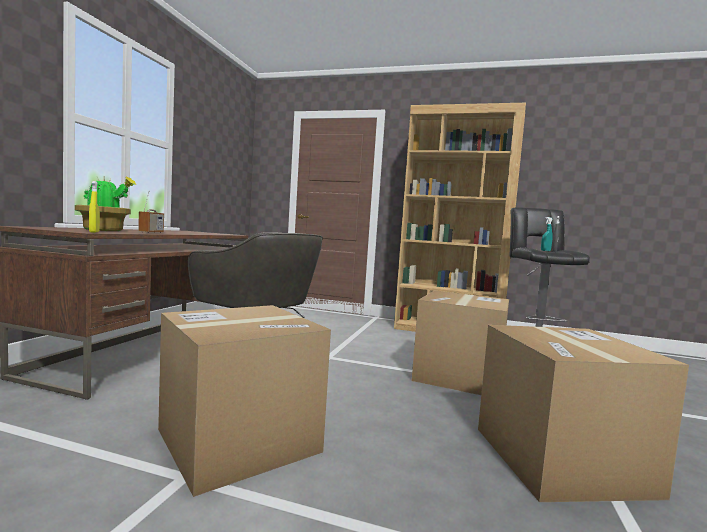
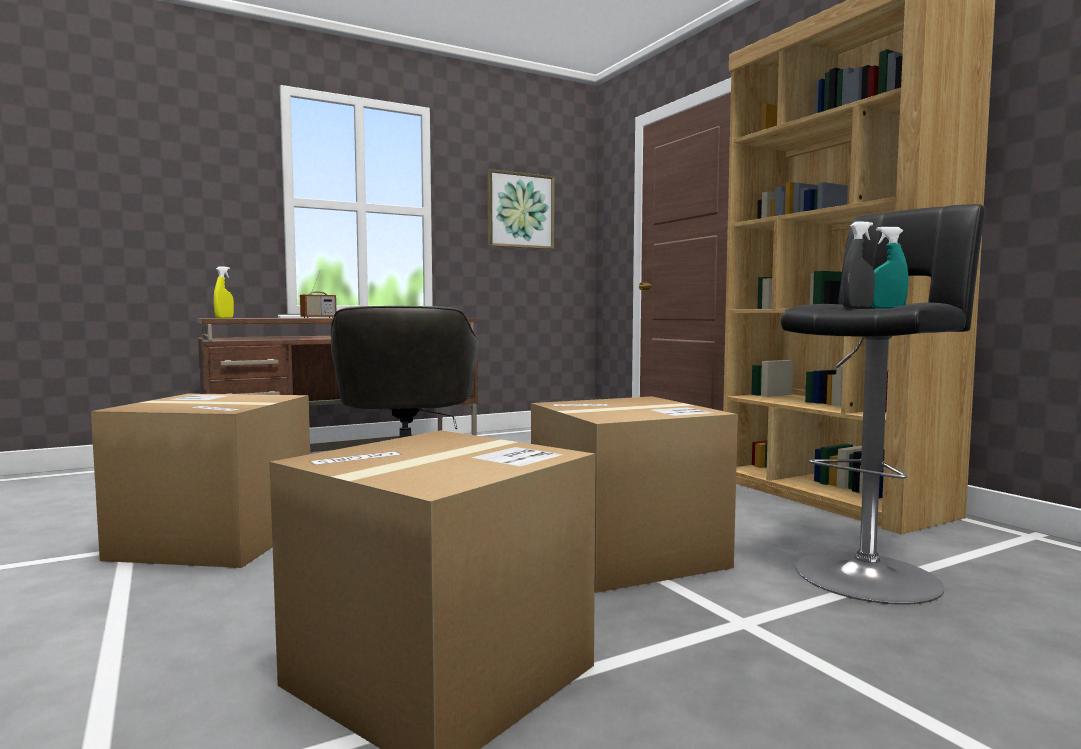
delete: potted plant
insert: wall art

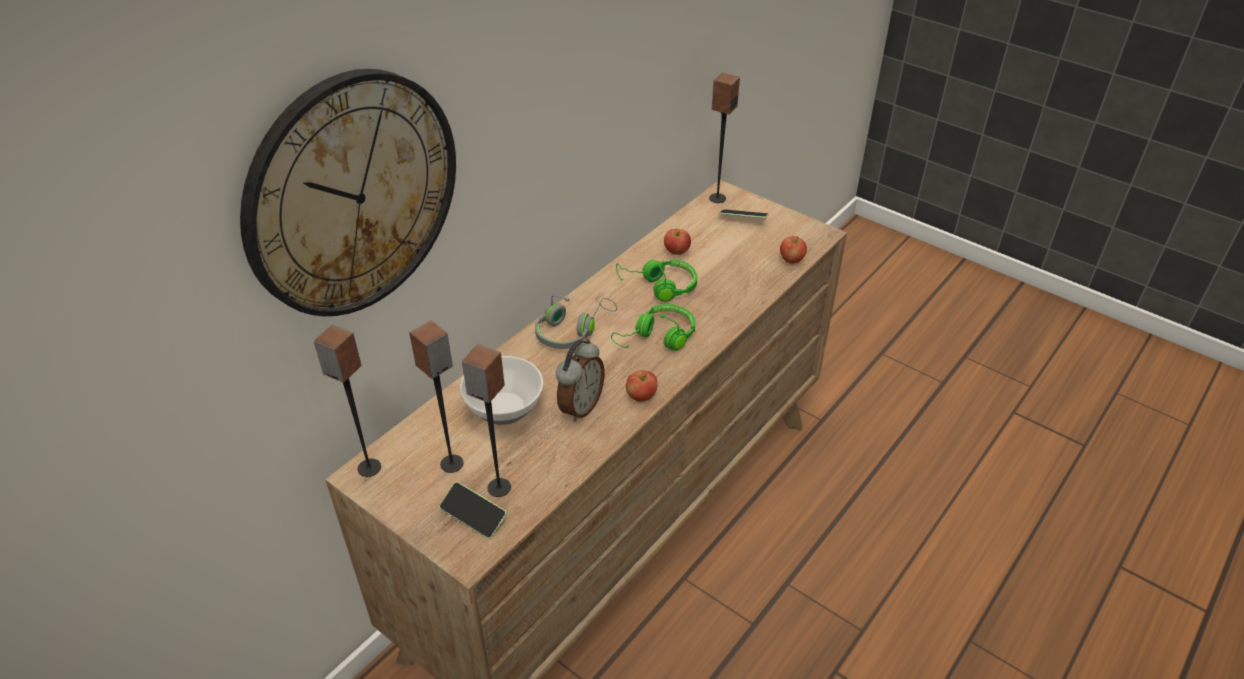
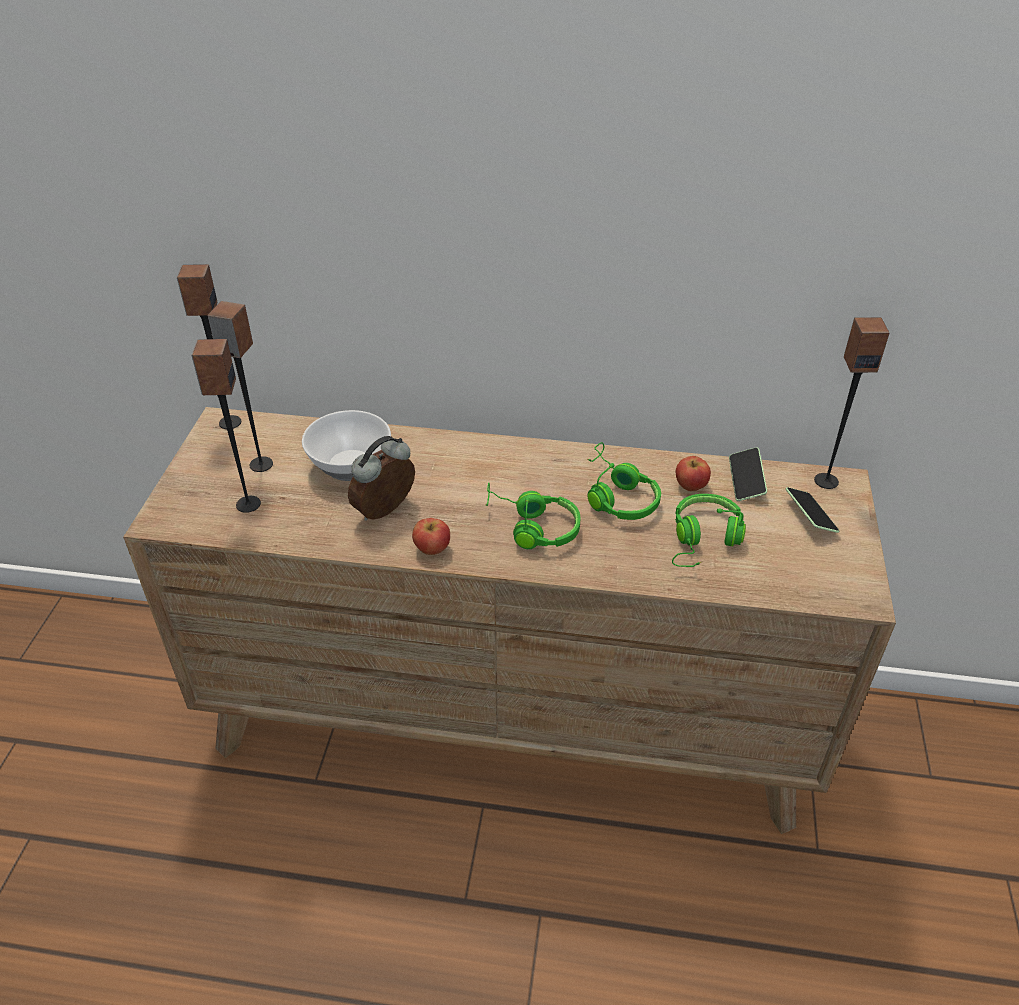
delete: clock on the wall; headphones in grey; whole apple (3rd from left)
insert: headphones in greenish (3rd from left)
move: telephone (1st from left)
rotate: table clock 135 degrees clockwise

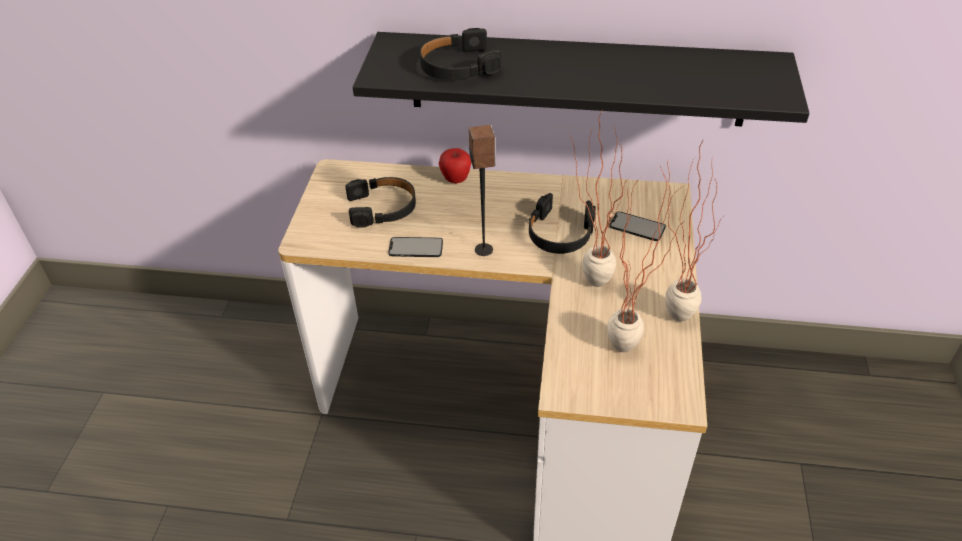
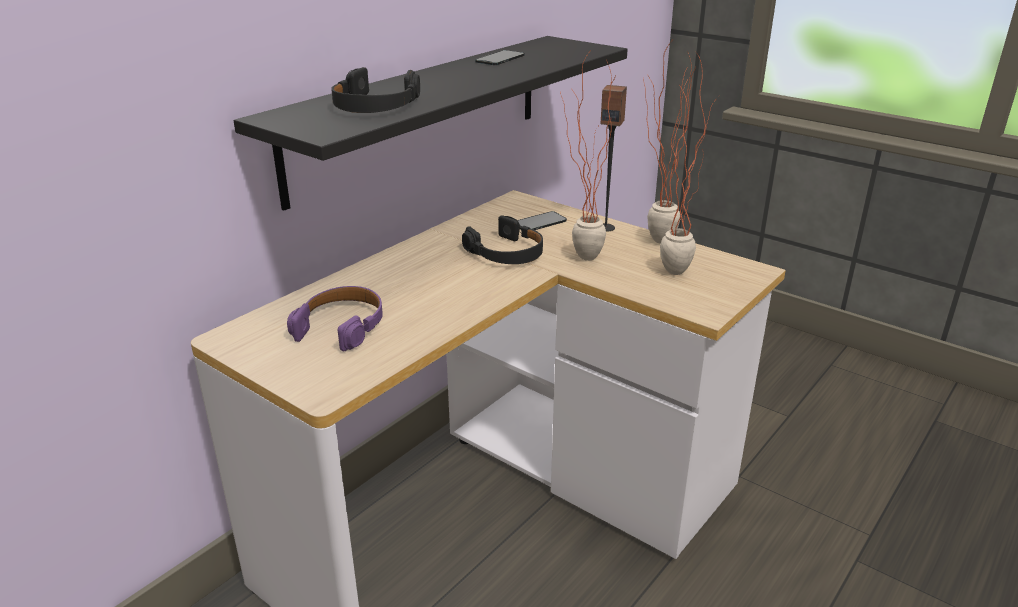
delete: whole apple
move: telephone (1st from left); loudspeaker
recolor: headphones in blackish (1st from left) to headphones in purple-coloured

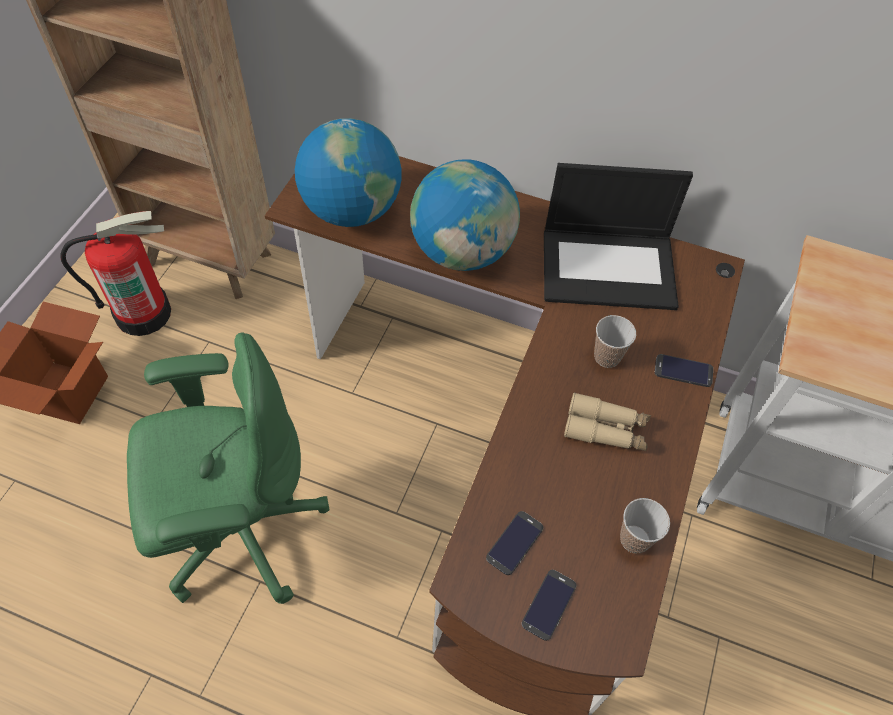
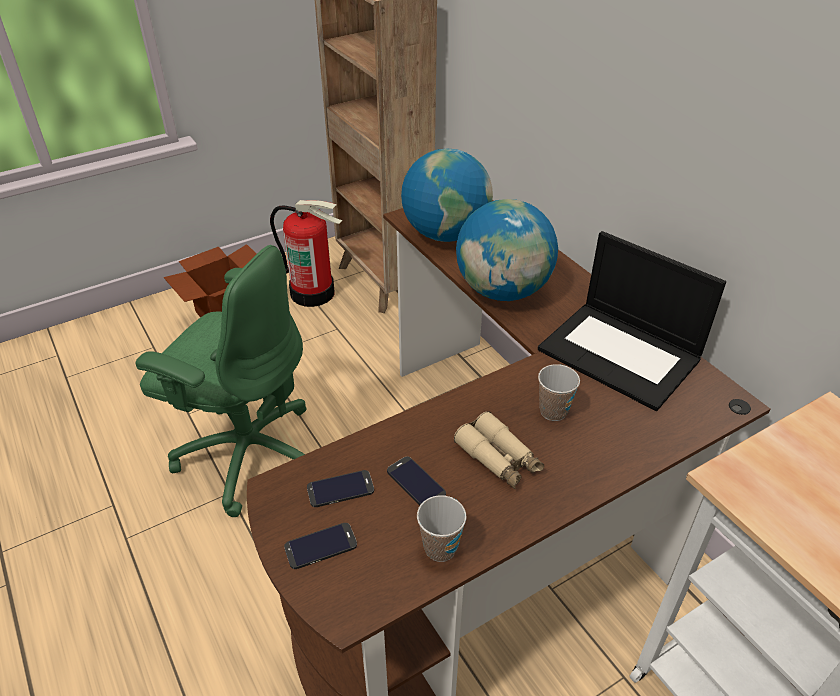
move: telephone (3rd from left)

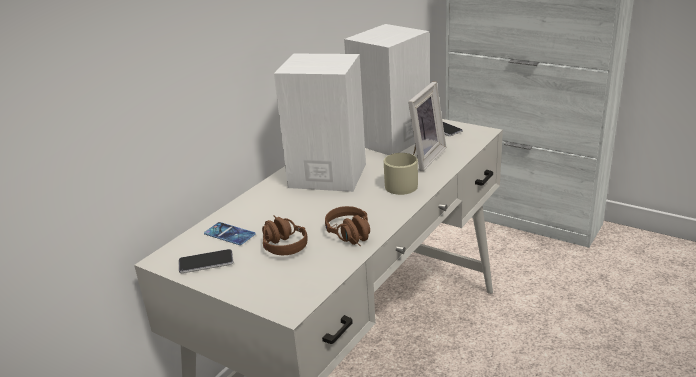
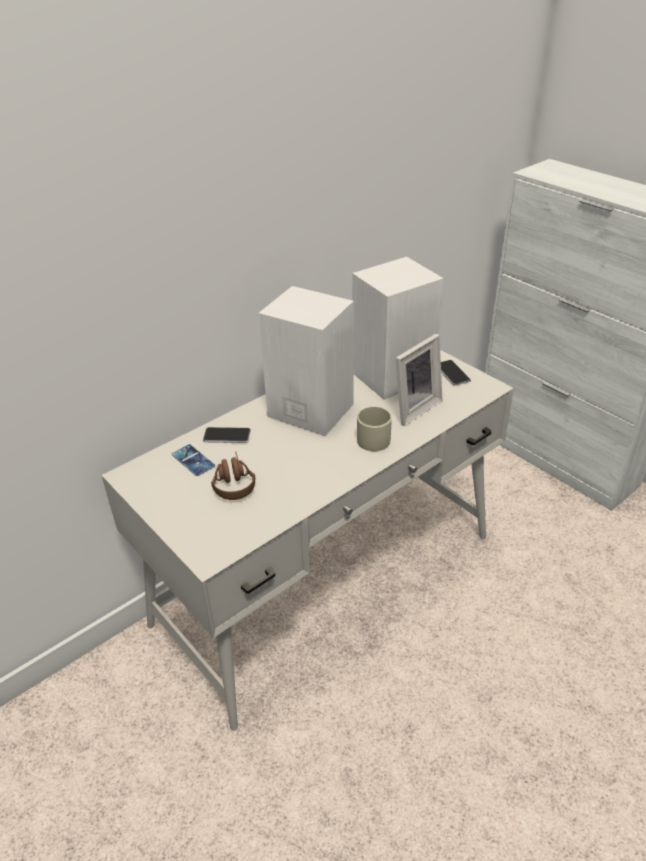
delete: headphones in brown-coloured (2nd from left)
move: telephone (1st from left in the first image) to telephone (2nd from left)

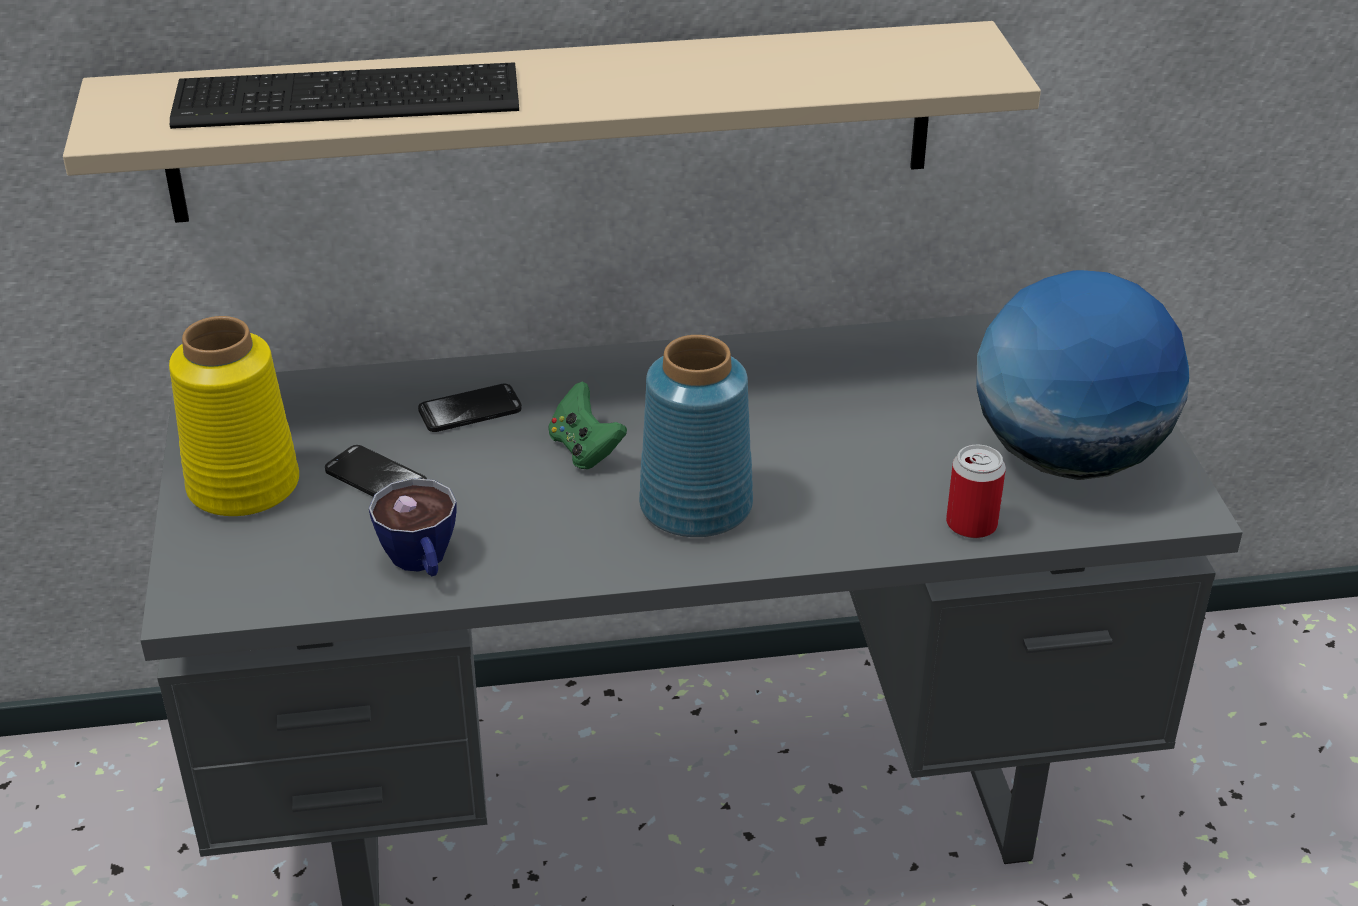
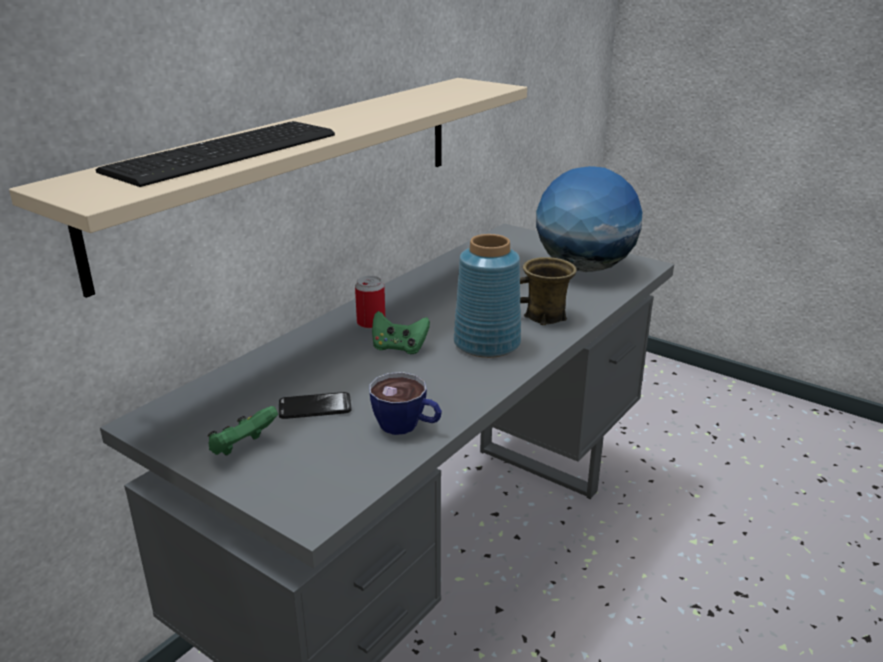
delete: telephone (2nd from left)
insert: coffee mug in brown-coloured
move: metal can
replace: decorative vase in yellow to game controller in greenish (1st from left)

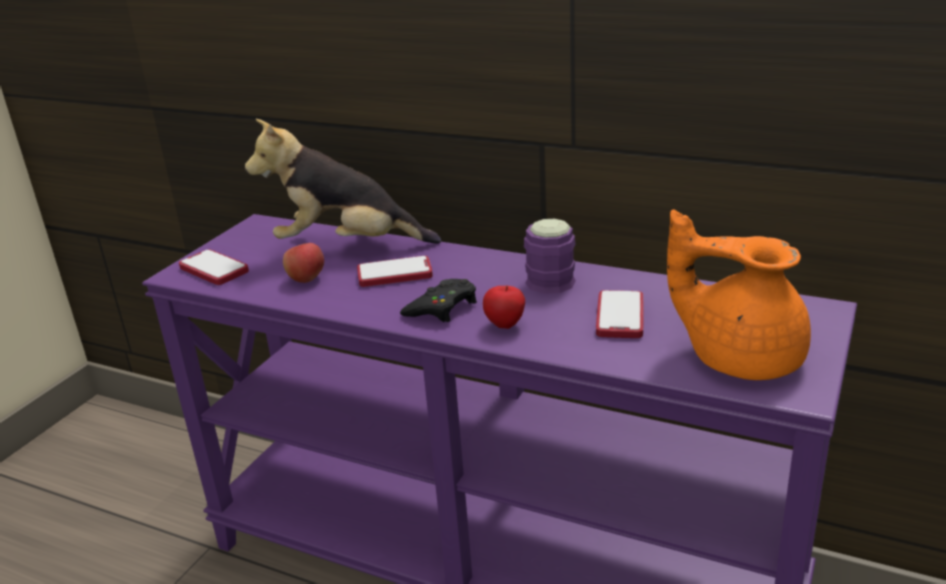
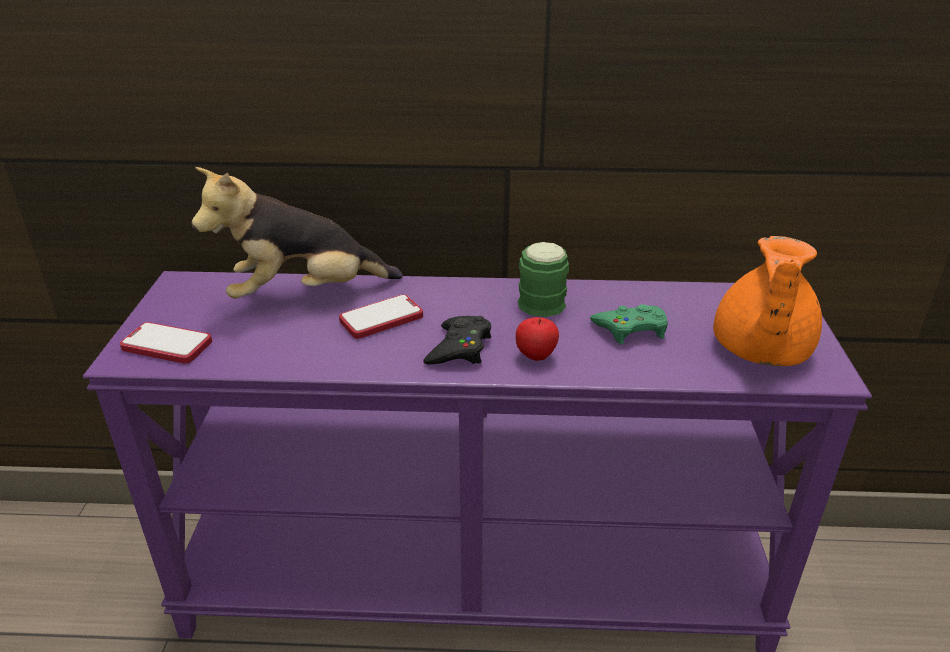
delete: whole apple (1st from left)
replace: telephone (3rd from left) to game controller in greenish
recolor: coffee mug in purple-coloured to coffee mug in greenish
rotate: tea pot in orangey 75 degrees counterclockwise

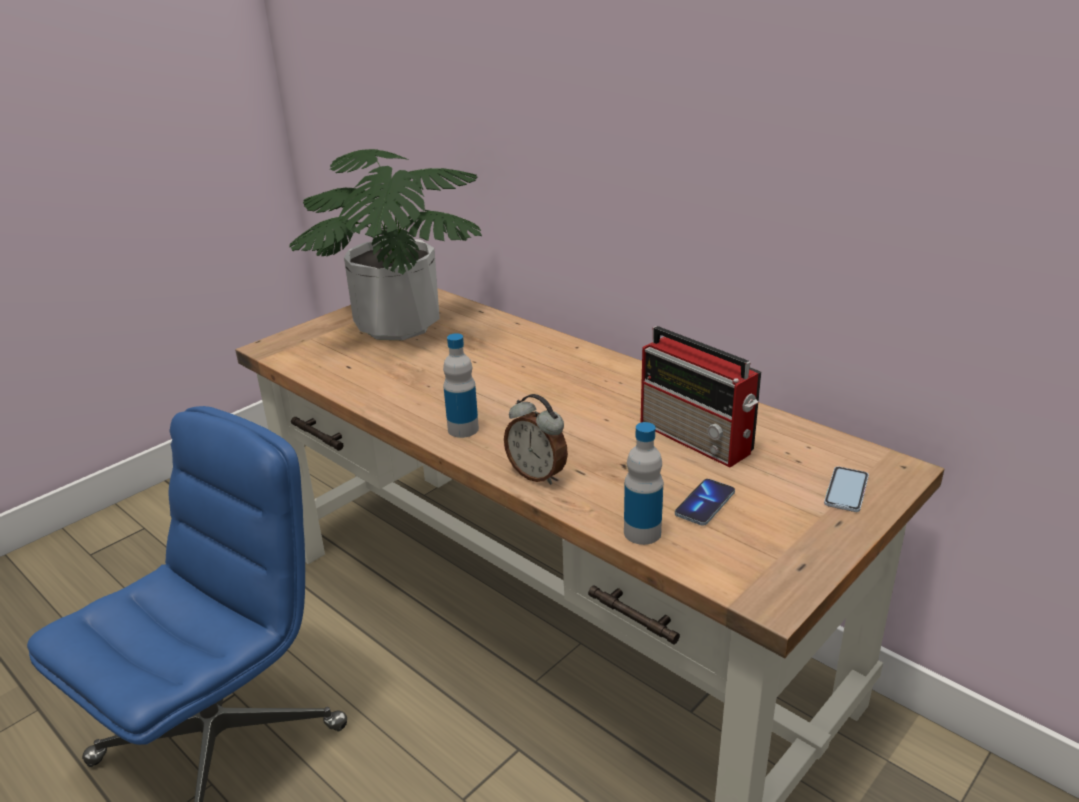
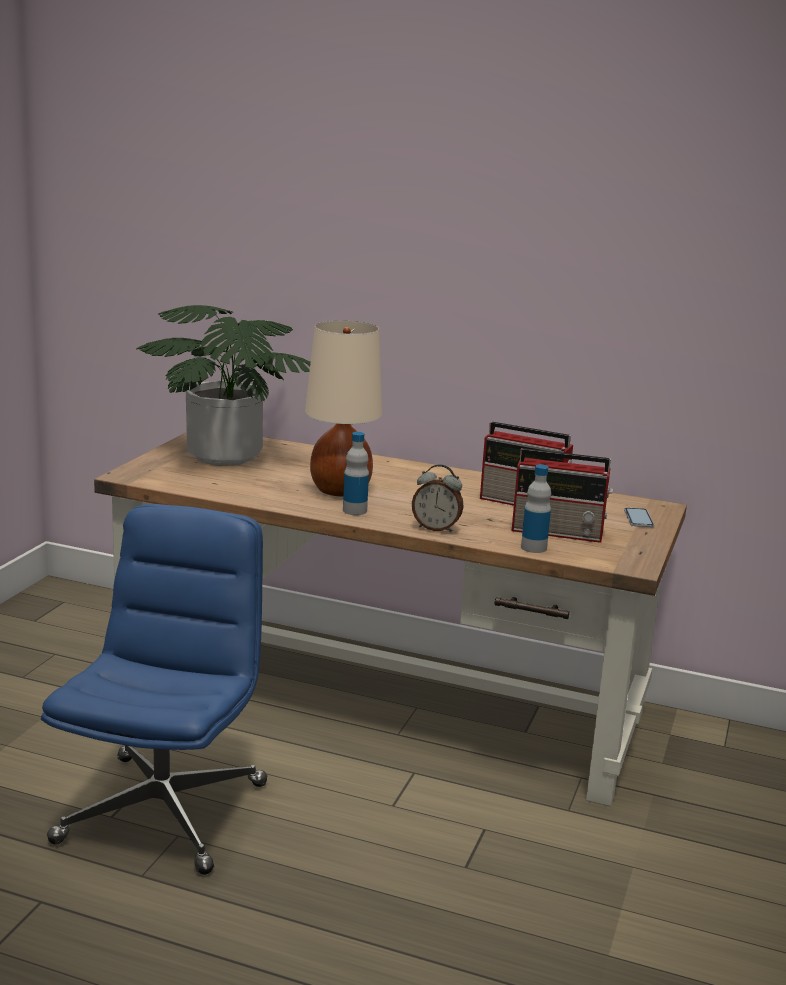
insert: tabletop lamp in beige
replace: telephone (1st from left) to radio receiver (2nd from left)

